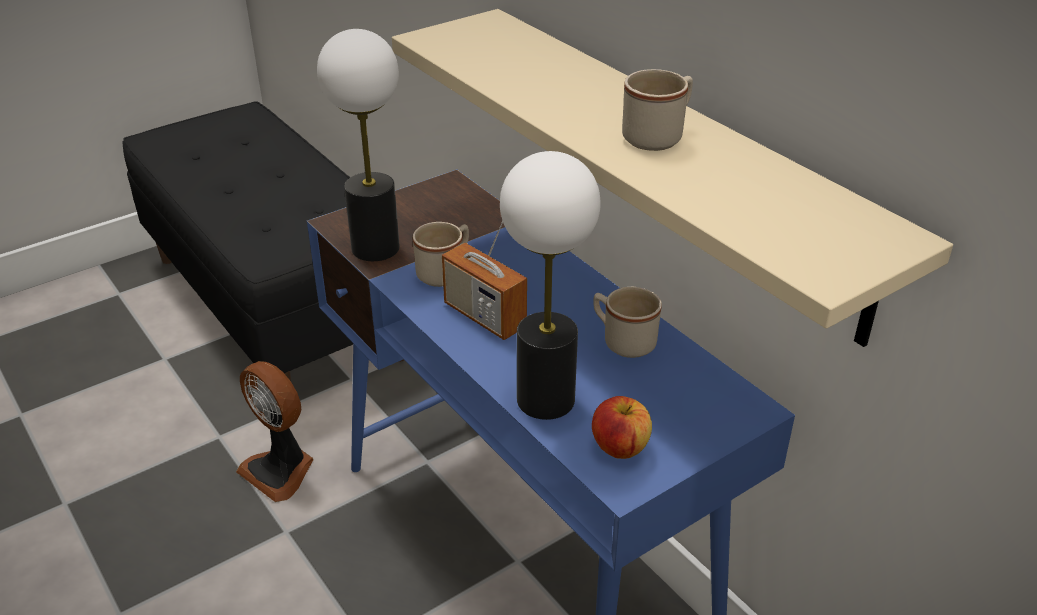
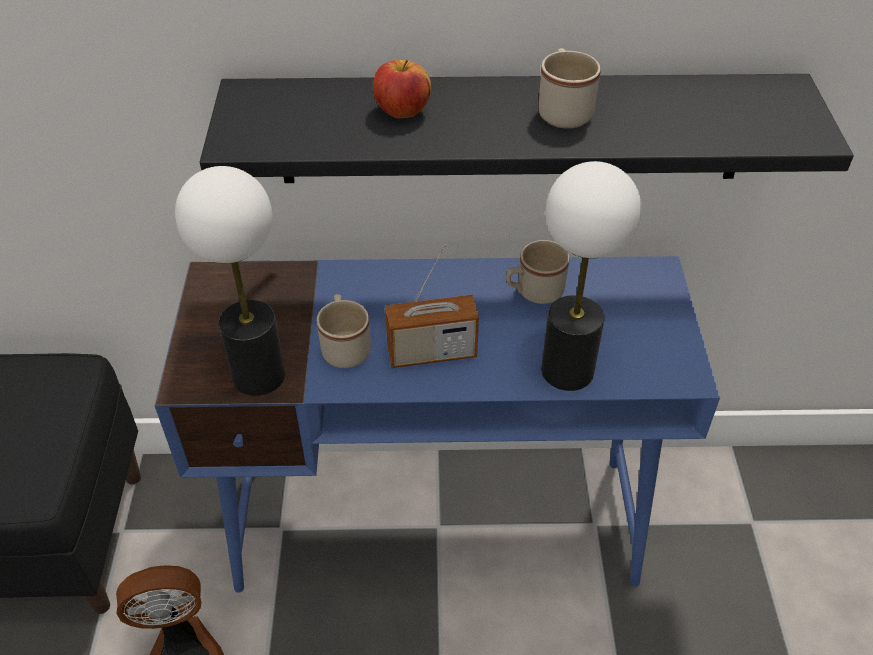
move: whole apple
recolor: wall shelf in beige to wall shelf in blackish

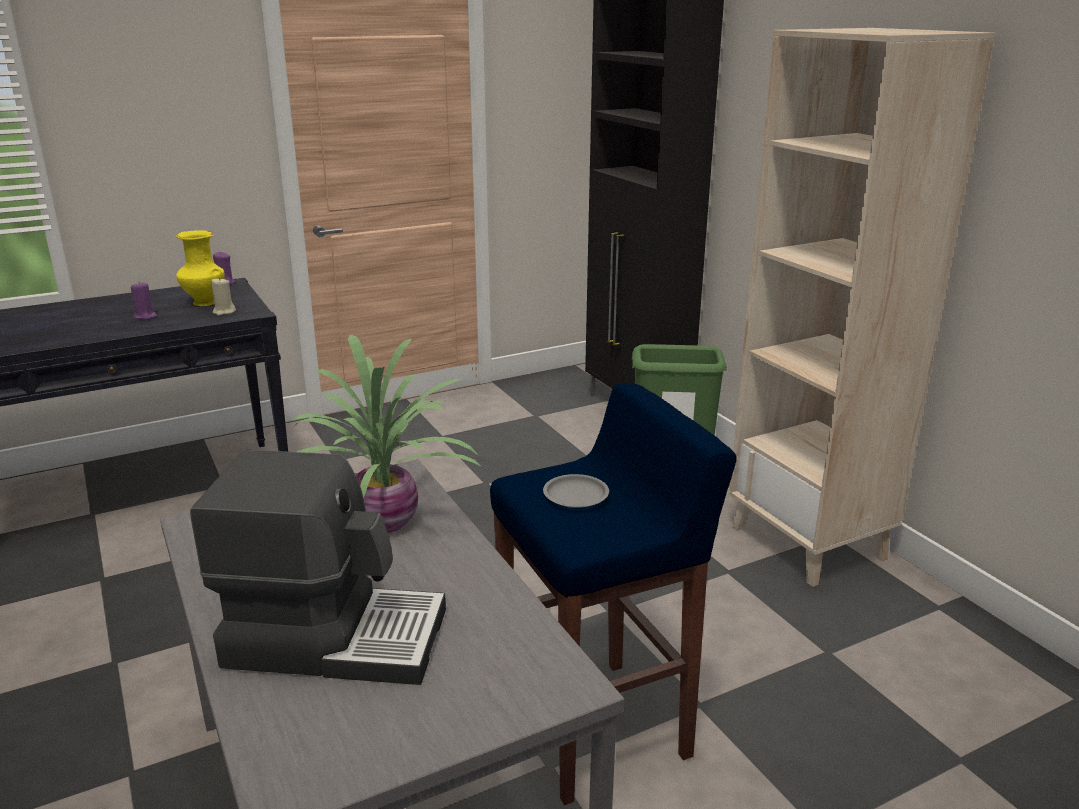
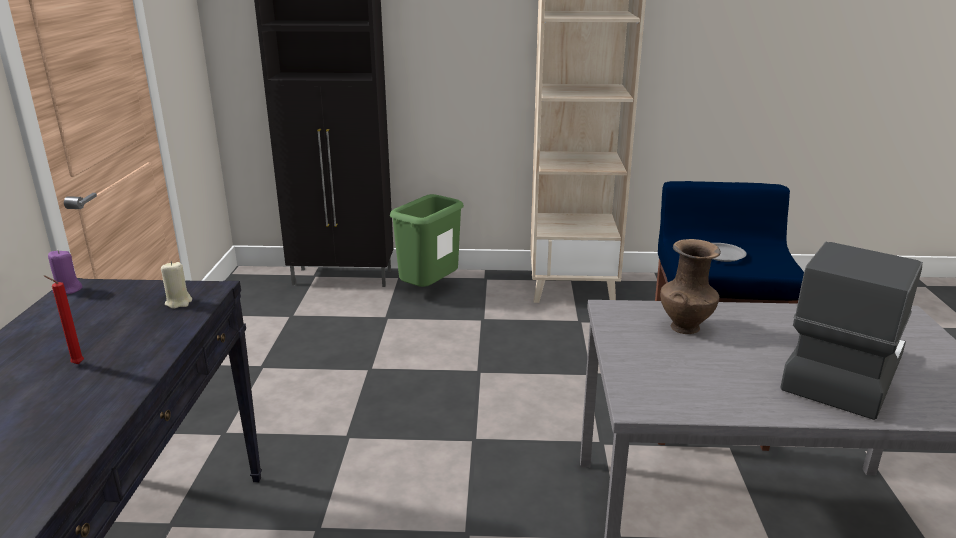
delete: wax light in purple-coloured (1st from left); decorative vase in yellow
insert: wax light in red-coloured
replace: potted plant to decorative vase in brown-coloured

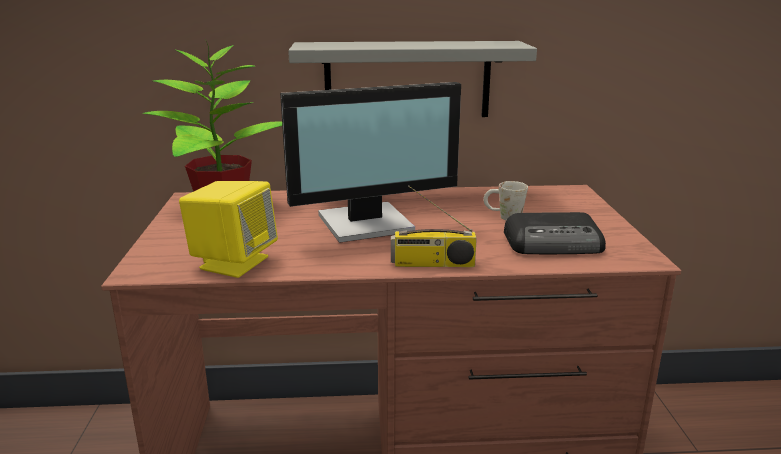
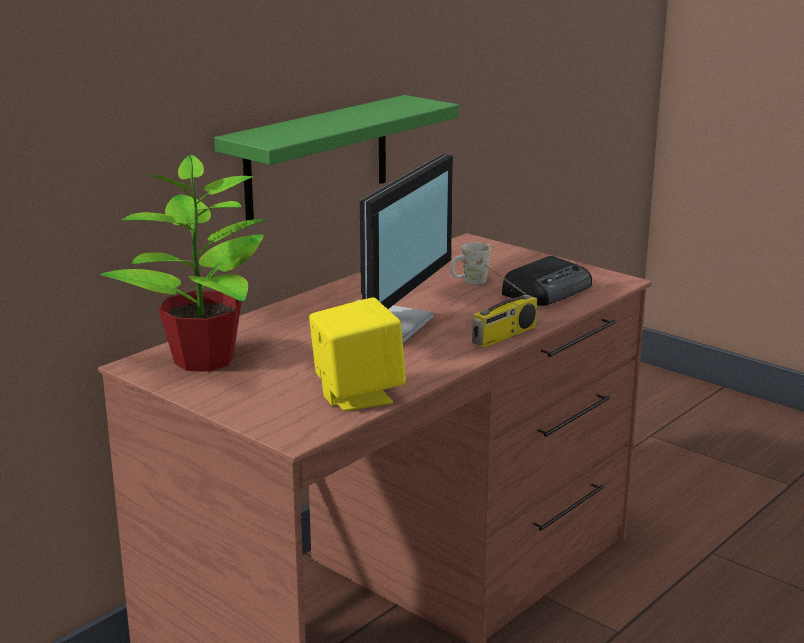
recolor: wall shelf in grey to wall shelf in greenish

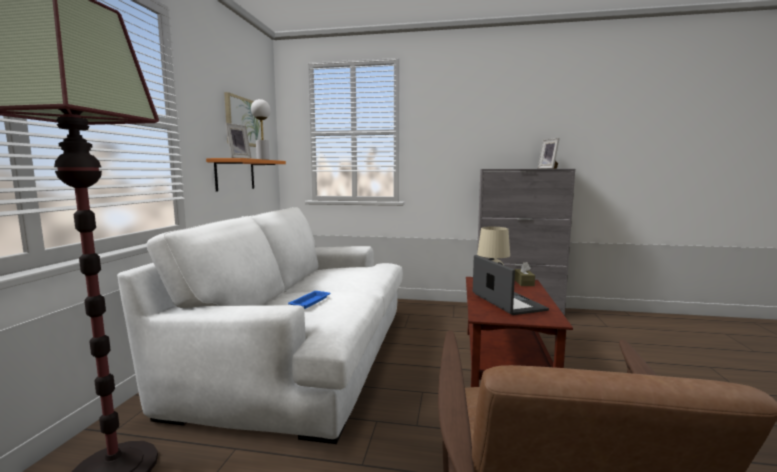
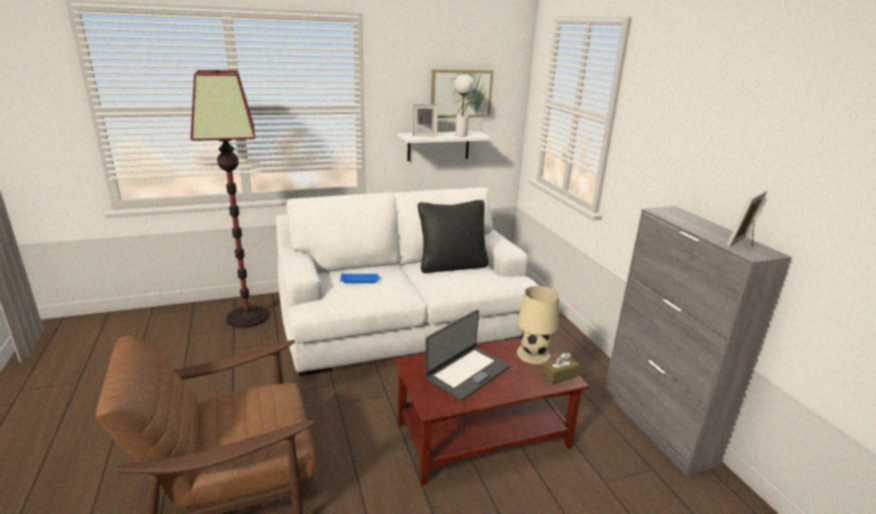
insert: pillow in blackish
recolor: wall shelf in orangey to wall shelf in white

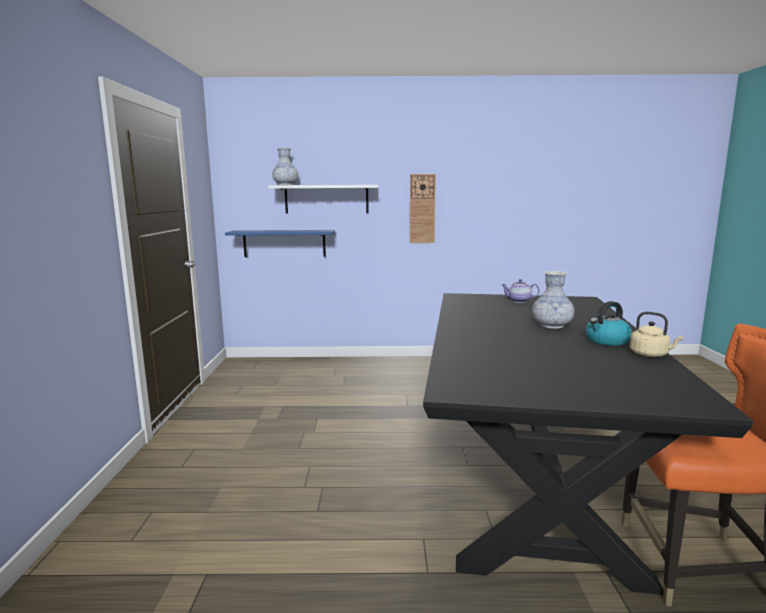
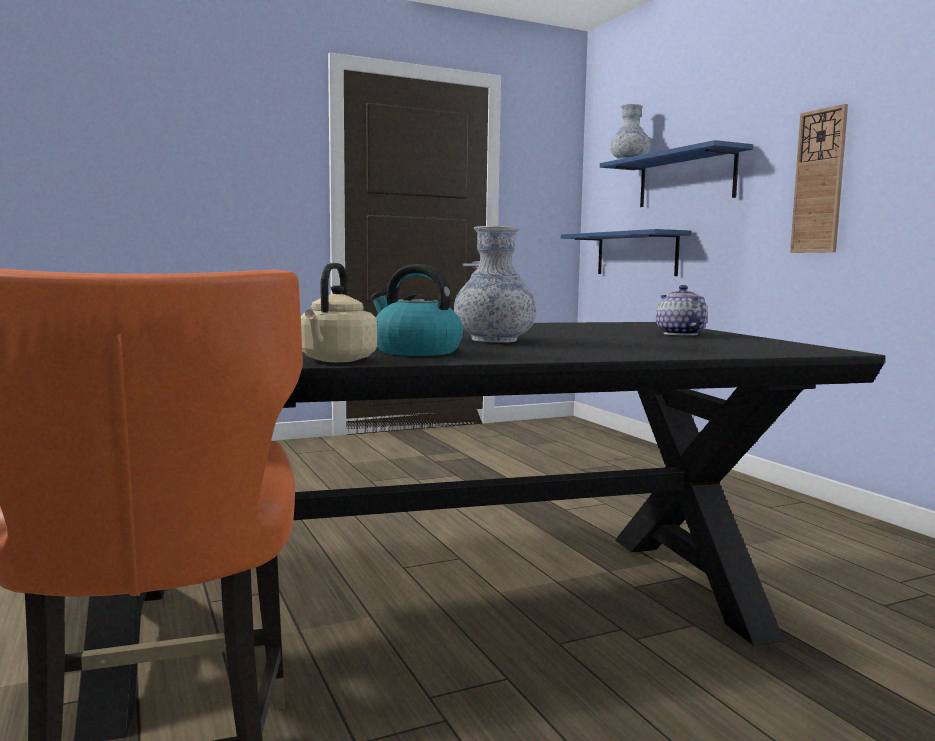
recolor: wall shelf in white to wall shelf in blue-coloured (2nd from left)

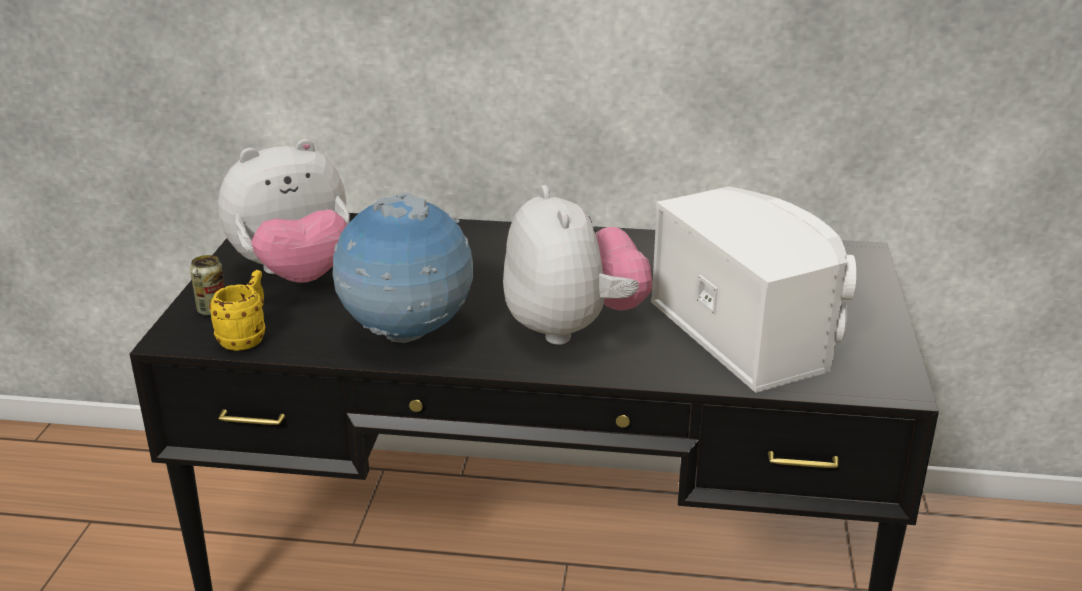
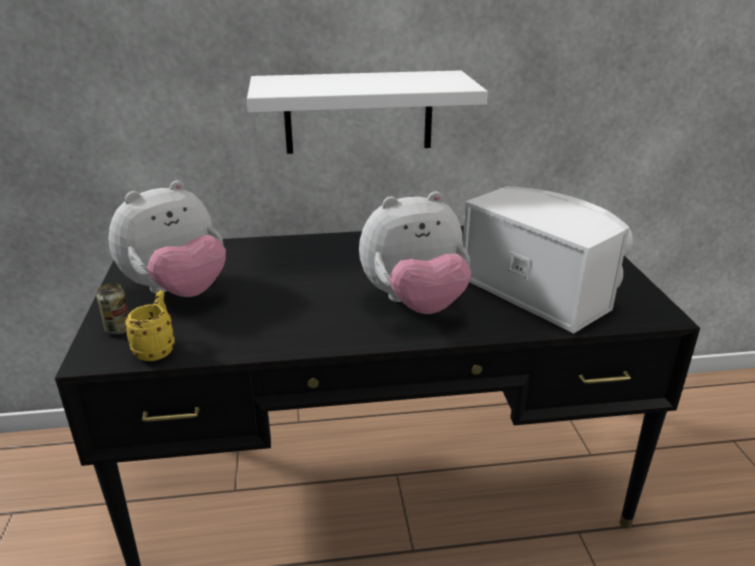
delete: globe
insert: wall shelf in white
rotate: plush toy (2nd from left) 105 degrees clockwise

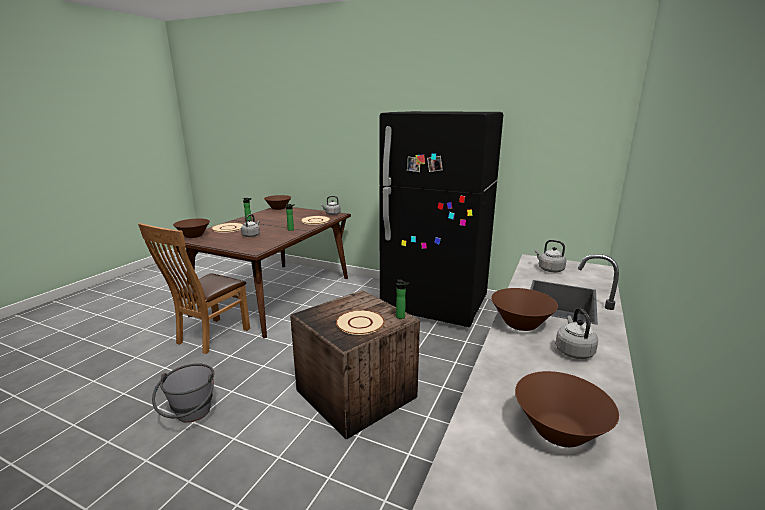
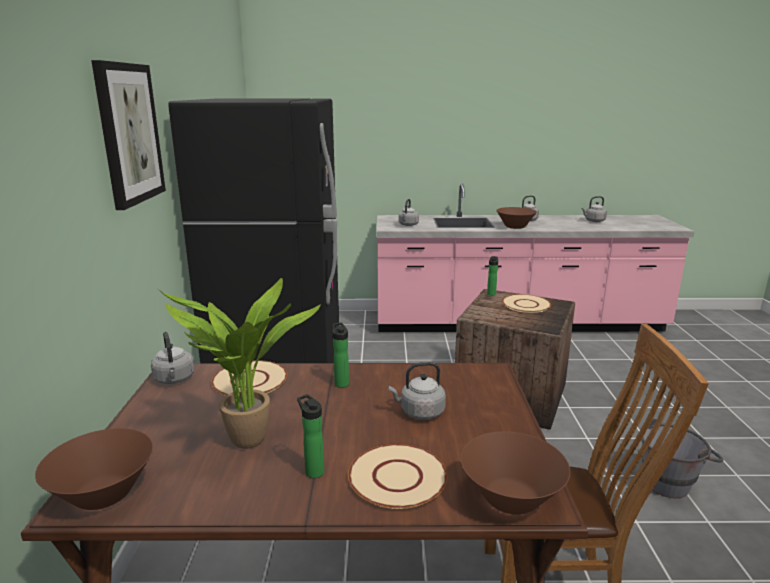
insert: wall art; potted plant
replace: bowl in brown-coloured (4th from left) to water kettle in grey (5th from left)

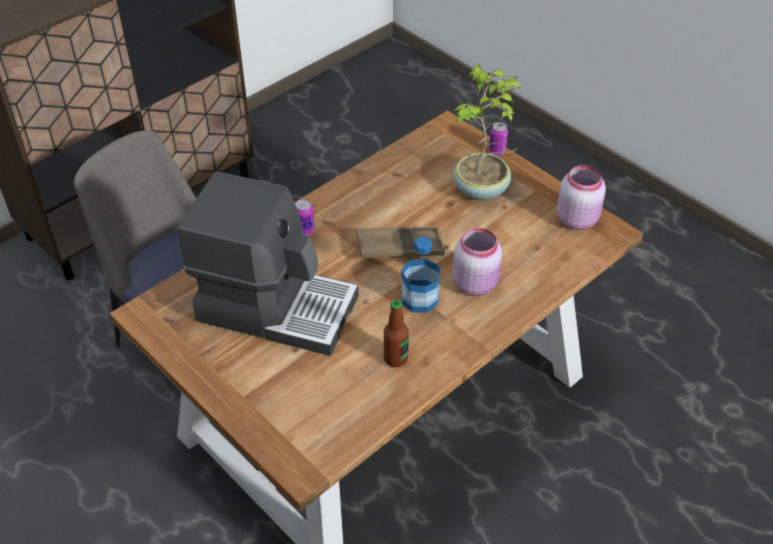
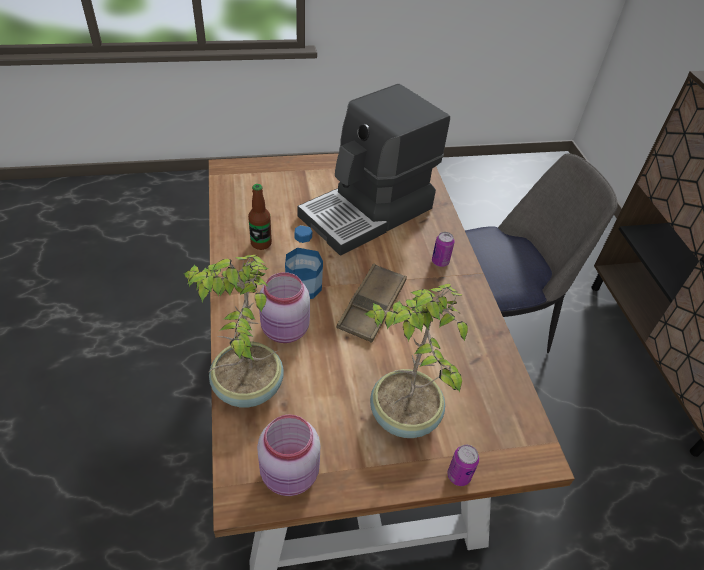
insert: potted plant (1st from left)

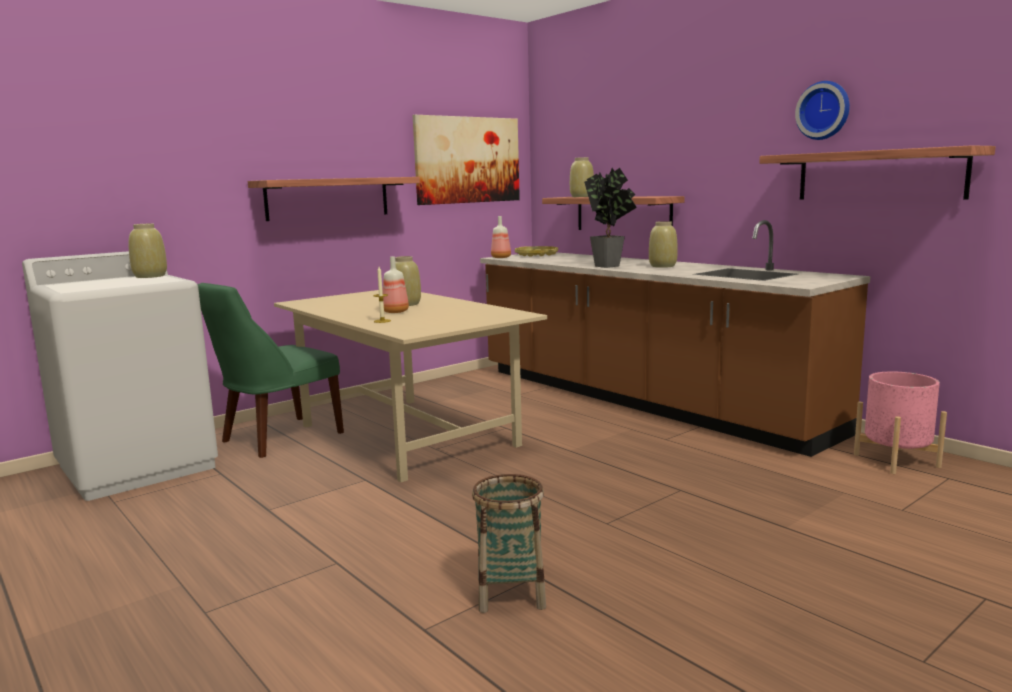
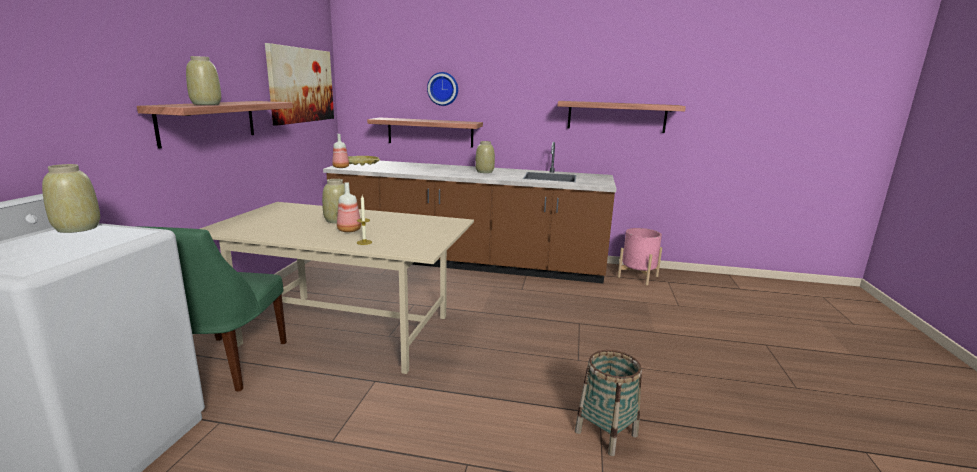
delete: potted plant
move: decorative vase in beige (3rd from left in the first image) to decorative vase in beige (2nd from left); clock on the wall

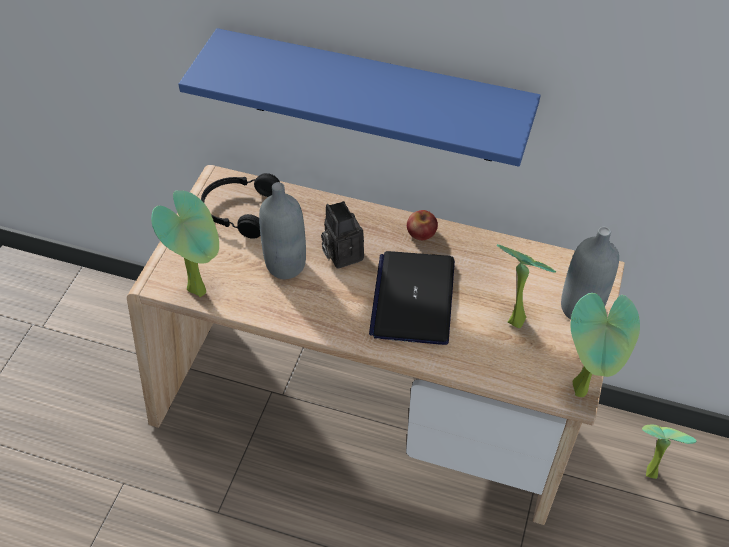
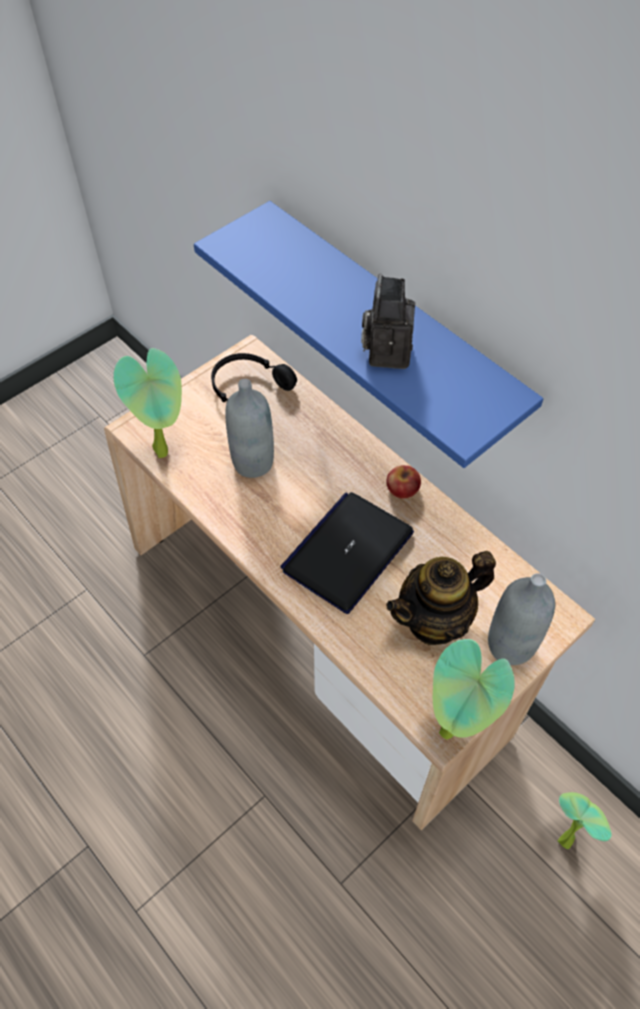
move: photo camera
replace: potted plant (2nd from left) to tea pot

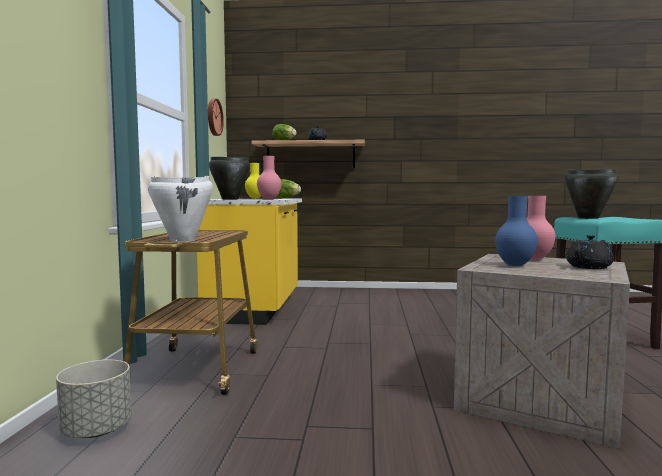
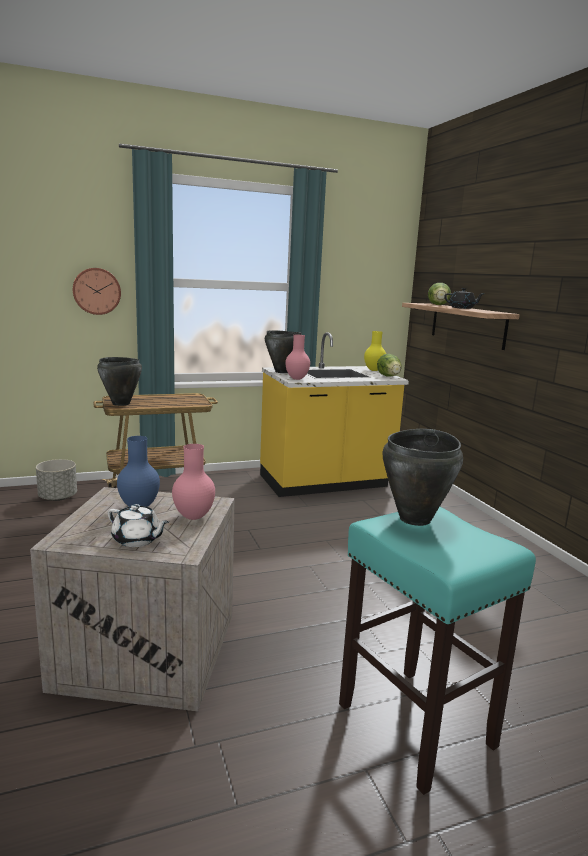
move: clock on the wall
recolor: stockpot in white to stockpot in blackish (1st from left); tea pot in blackish (2nd from left) to tea pot in white

